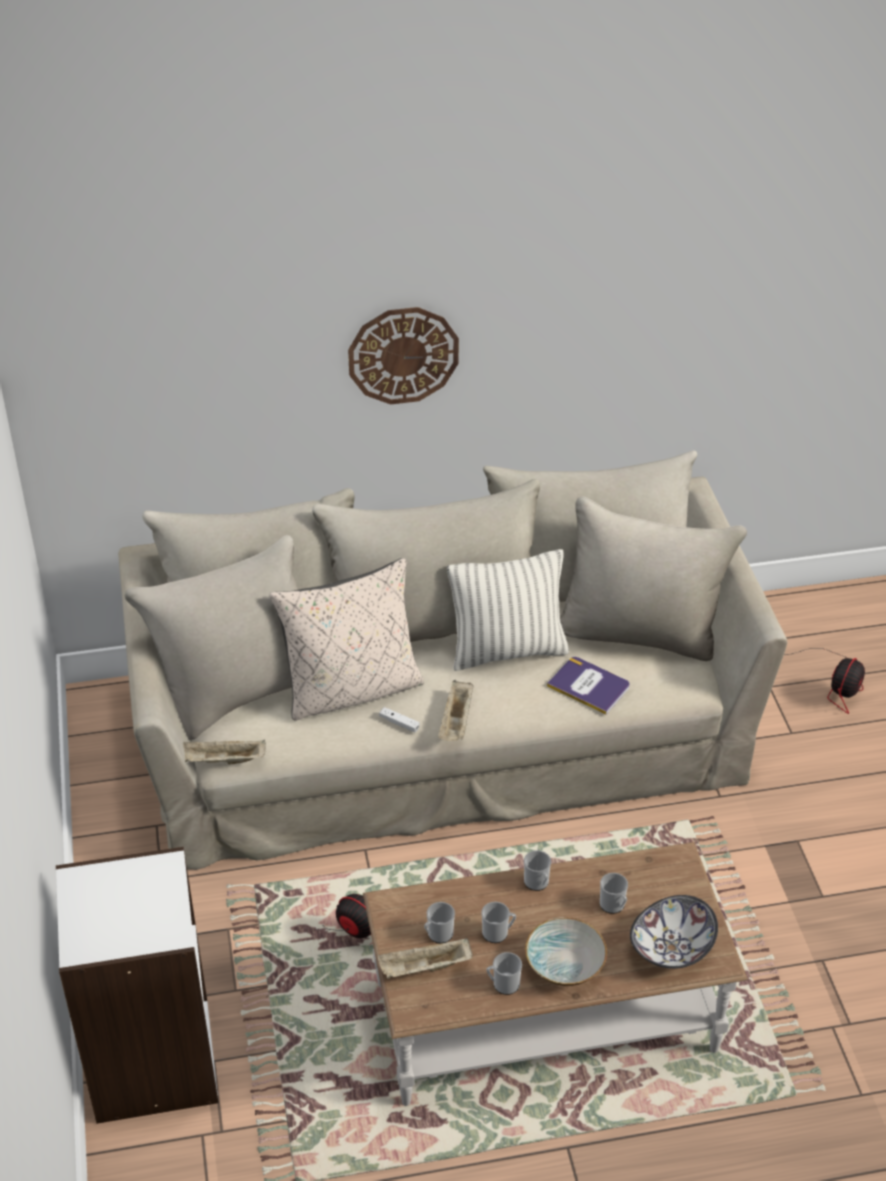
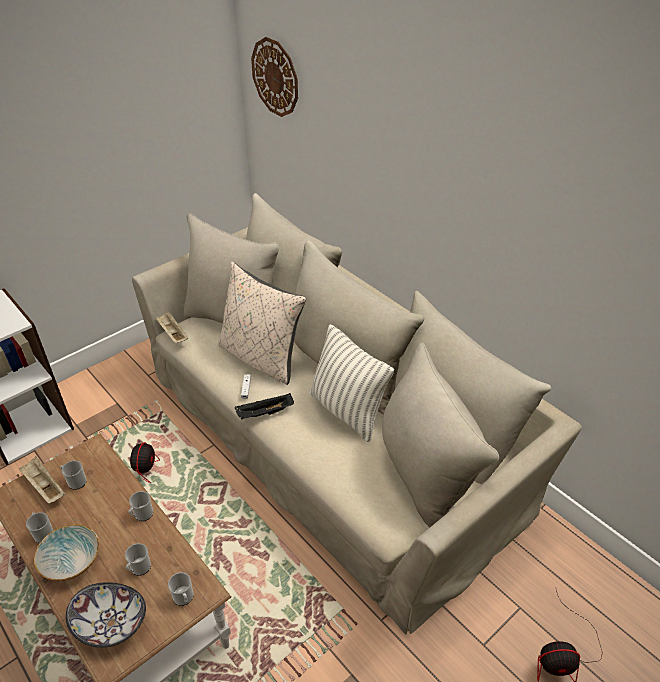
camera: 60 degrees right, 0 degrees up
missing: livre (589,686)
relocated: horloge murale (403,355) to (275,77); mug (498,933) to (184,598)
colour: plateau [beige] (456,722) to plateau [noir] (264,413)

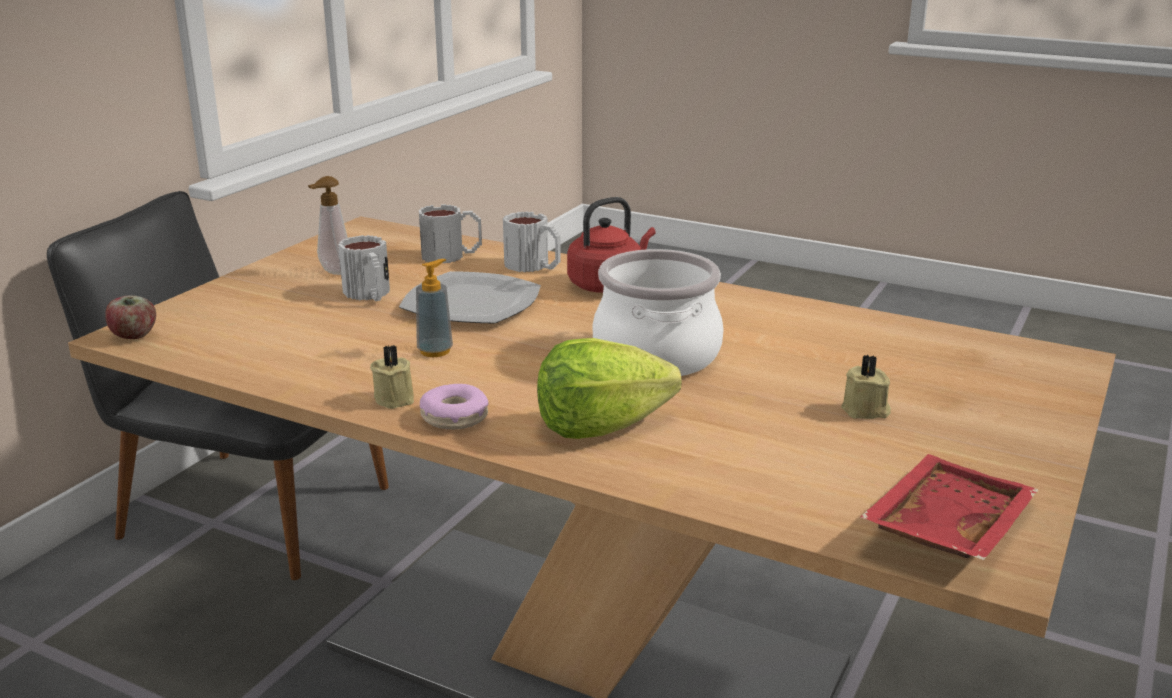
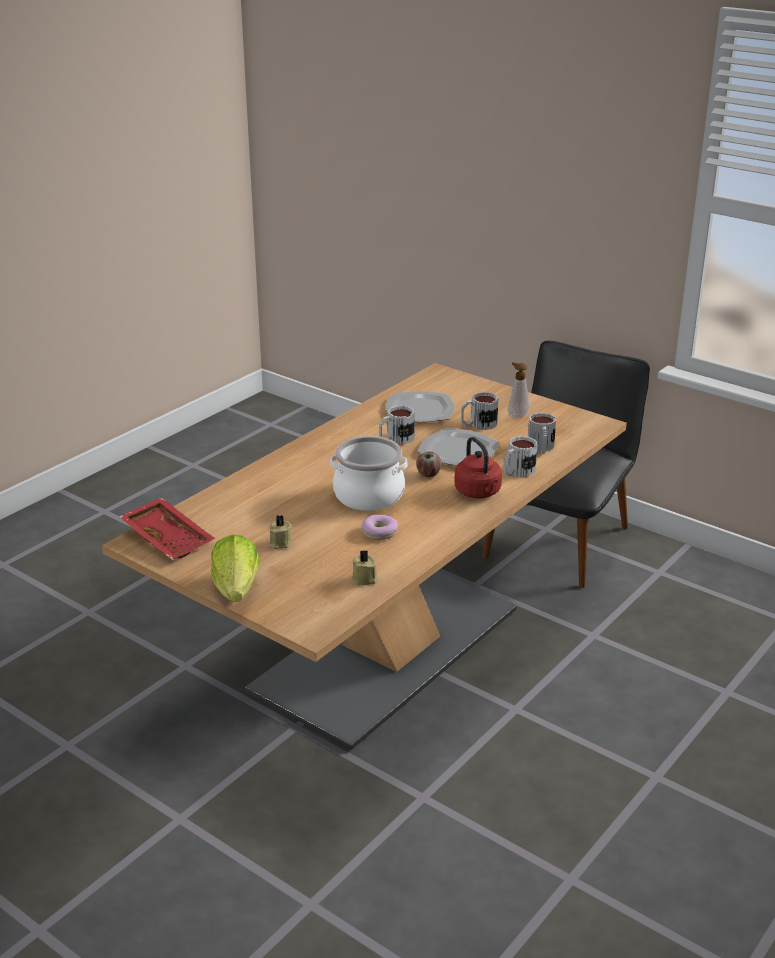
camera: 100 degrees right, 5 degrees up
appeared: assiette (420,410)
relocated: pomme (134,336) to (428,474); laitue (600,426) to (236,590); bougie [beige] (395,398) to (365,579); beignet (454,417) to (379,532)
exchanged: distributeur de savon (435,351) to mug (395,439)

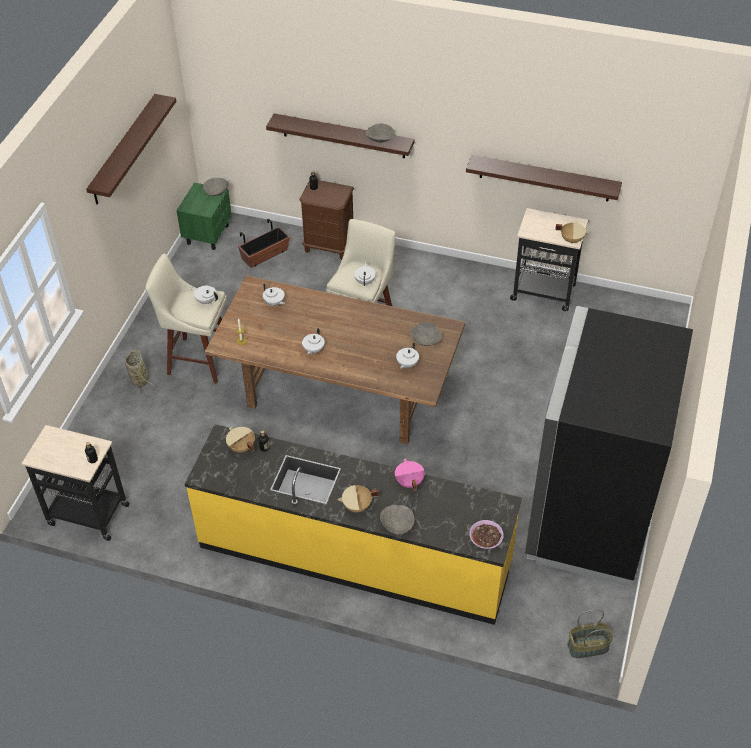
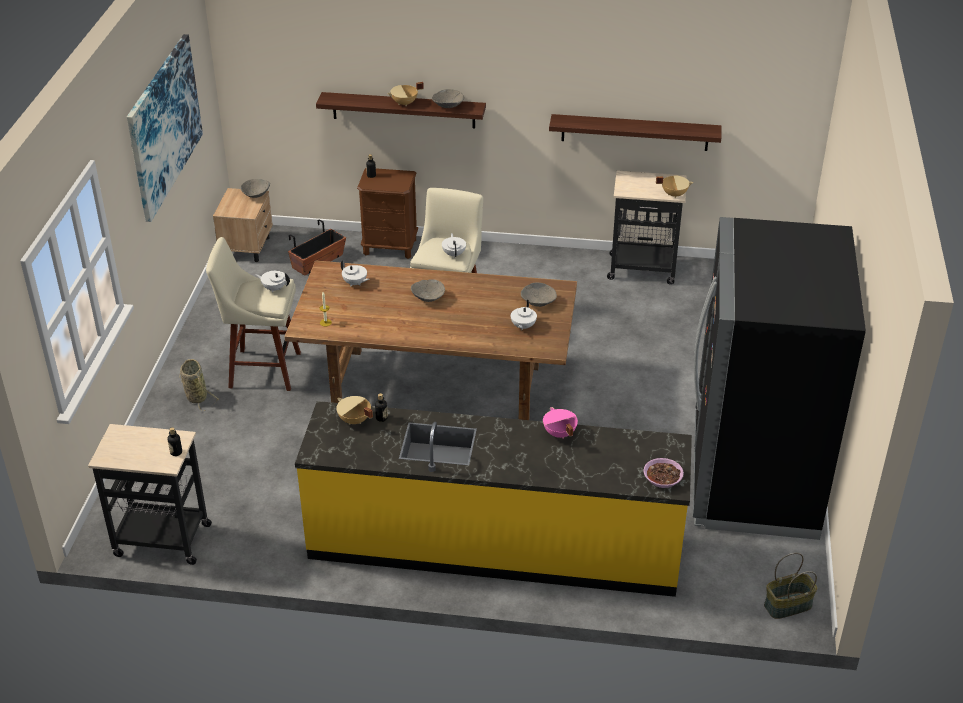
camera: 10 degrees left, 10 degrees down
missing: théière [blanc] (313,350)
relocated: marmite [beige] (357,506) to (405,103); bol [gris] (396,525) to (427,298)
exchanged: étagère (124,150) to tableau (164,125)
colour: table de chevet [vert] (208,234) to table de chevet [beige] (247,247)

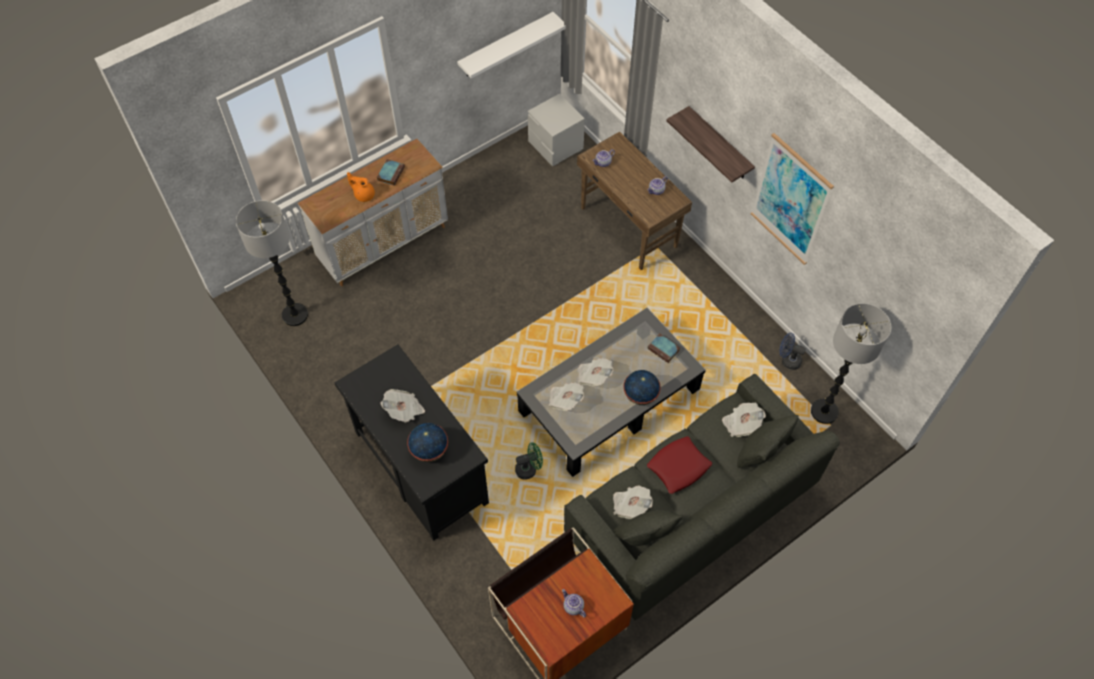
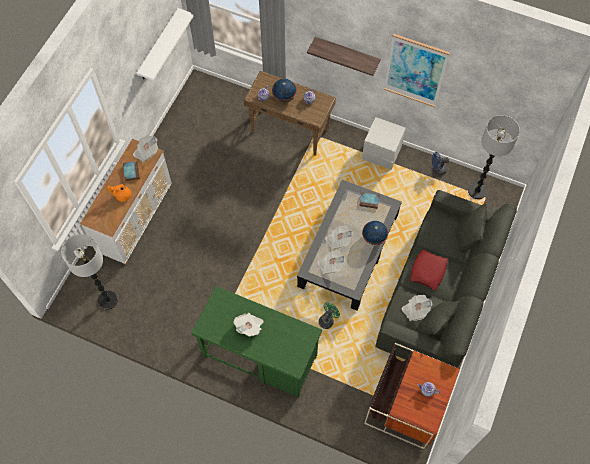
camera: 30 degrees left, 5 degrees up
relocated: table de chevet [blanc] (556,145) to (381,152); journal (741,424) to (146,152); globe (429,450) to (284,97)
colour: bureau [noir] (420,467) to bureau [vert] (259,356)

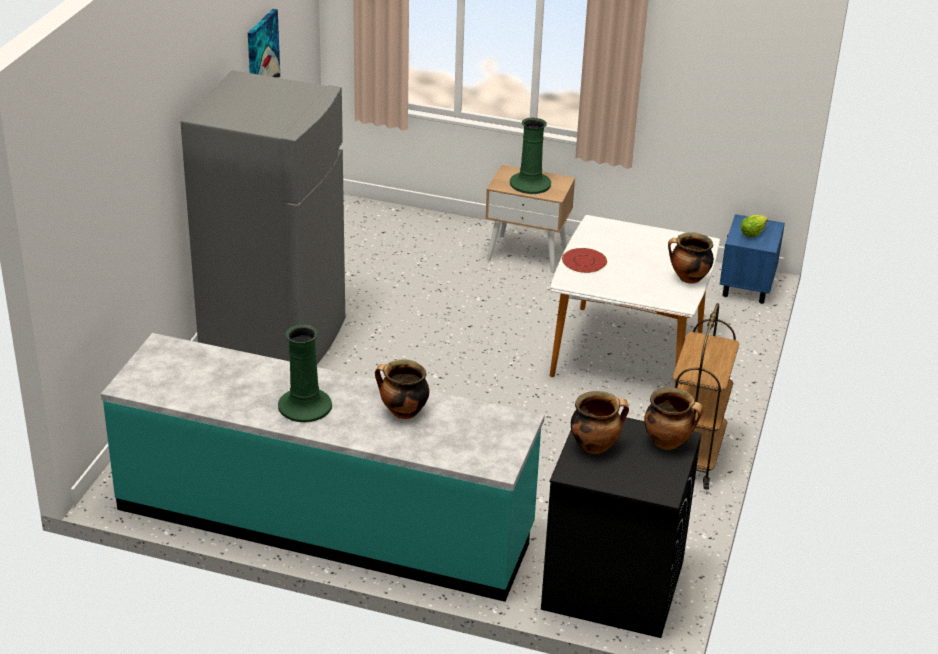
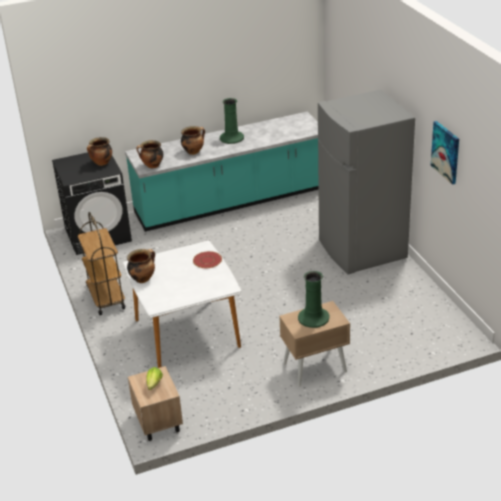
camera: 145 degrees right, 0 degrees up
relocated: marmite (668,442) to (152,166)
colour: table de chevet [bleu] (746,287) to table de chevet [beige] (158,422)

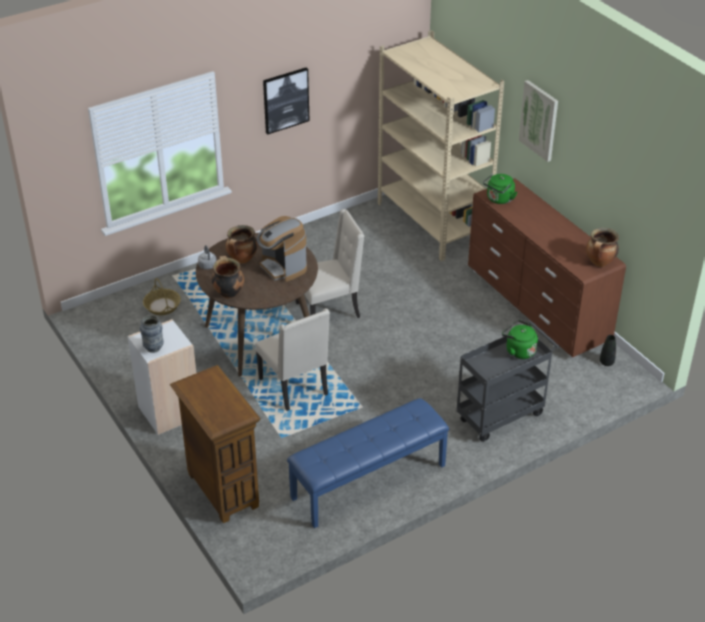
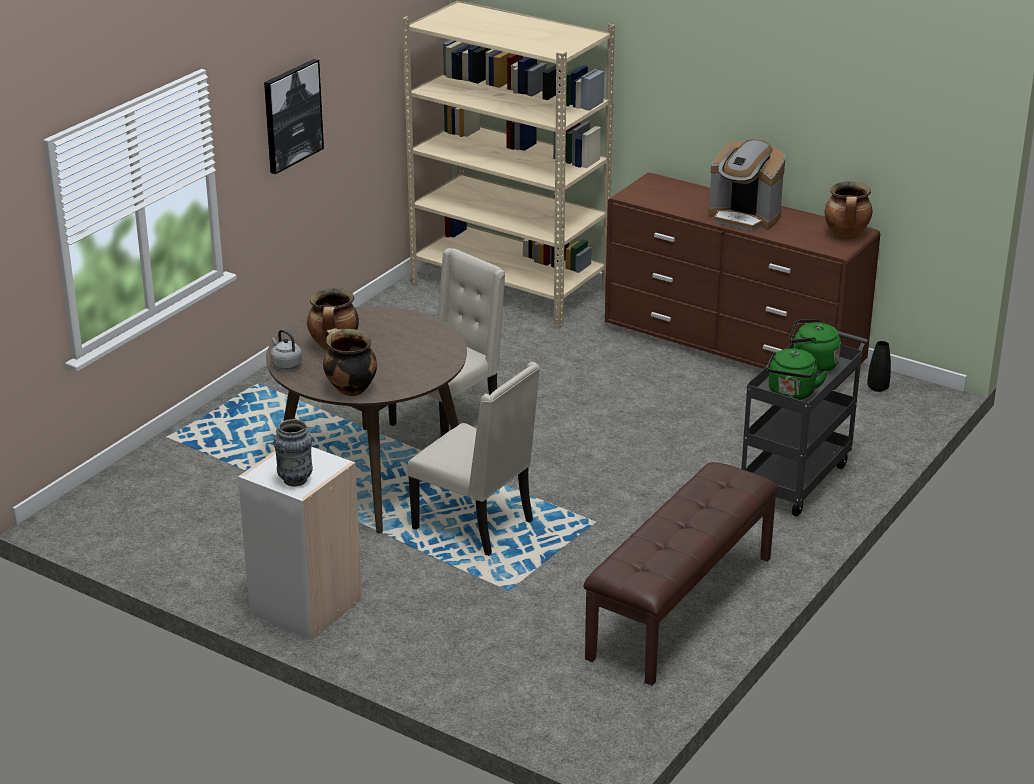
camera: 25 degrees left, 10 degrees down
missing: tableau (539,120); panier (162,306); meuble de rangement [marron] (221,490)
relocated: bouilloire [vert] (499,199) to (791,394); machine à café (283,267) to (744,217)
colour: banc [bleu] (369,482) to banc [marron] (682,607)

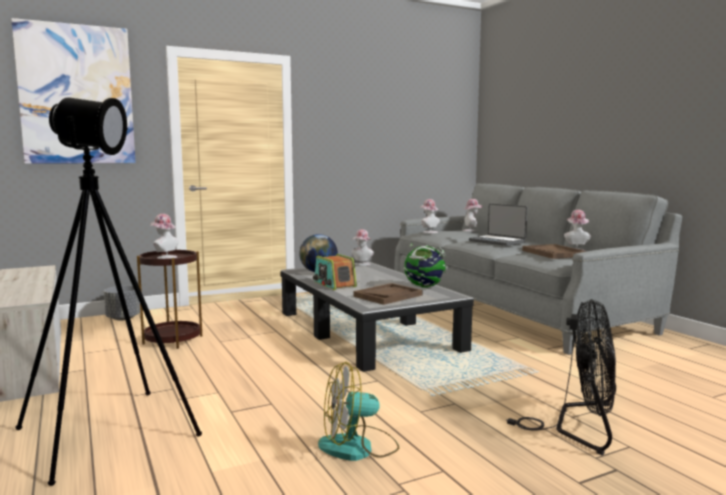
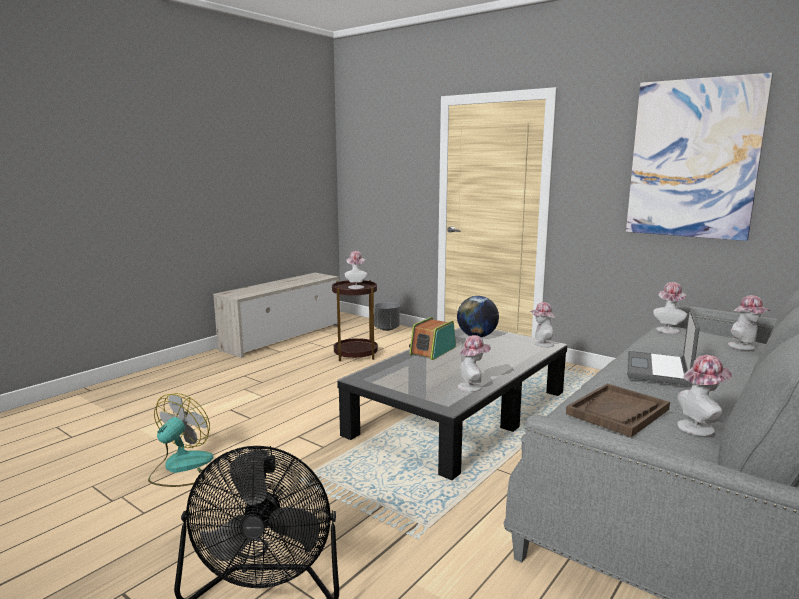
camera: 65 degrees right, 5 degrees up
missing: lampadaire [noir] (108,433); plateau [marron] (388,295)
relocated: tableau (76,95) to (693,159)
exchanged: globe (424,287) to chapeau (472,386)
spun: ventilateur (358,447) = (180,468) 60 degrees clockwise

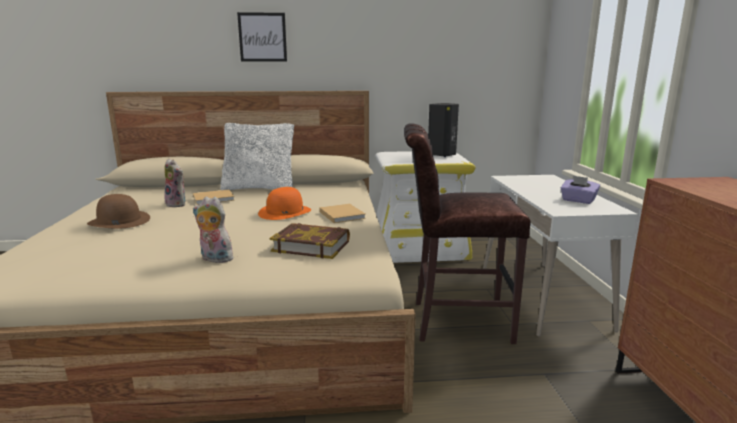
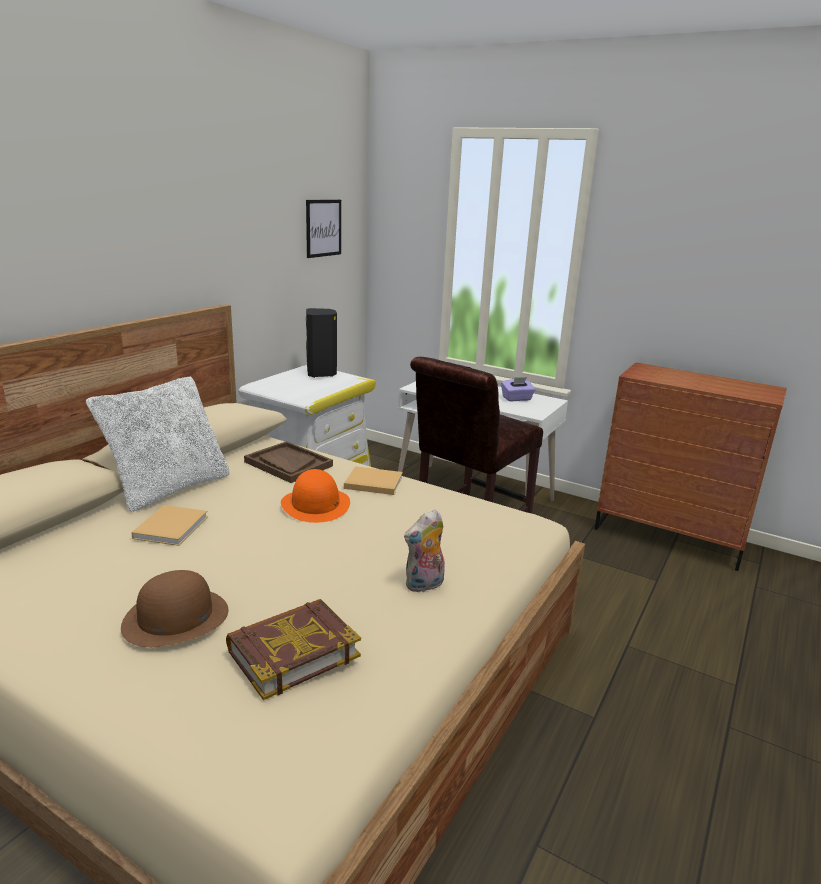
camera: 55 degrees left, 5 degrees up
missing: peluche (178,204)
appeared: plateau [marron] (288,464)
relocated: tableau (262,37) to (323,228); livre (311,246) to (293,653)

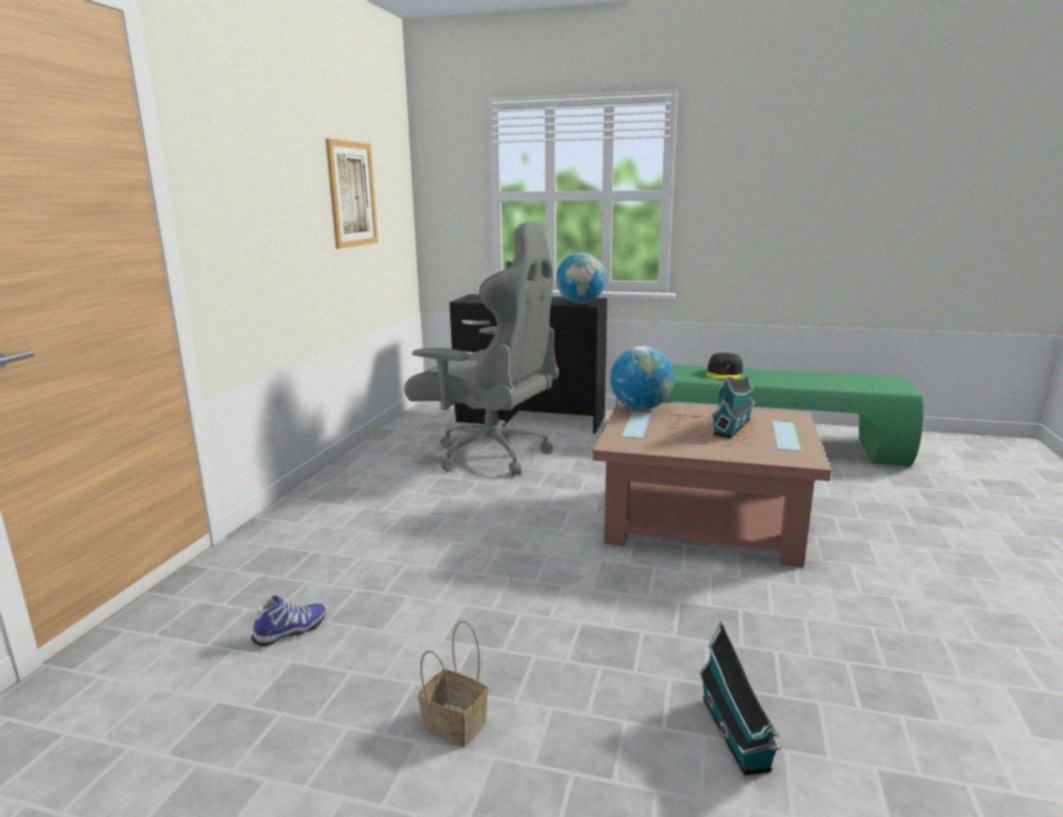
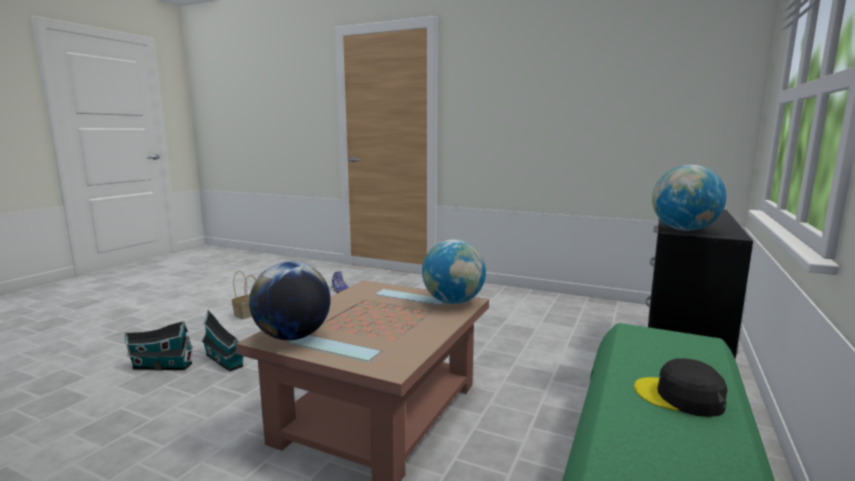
camera: 100 degrees right, 5 degrees down
missing: tableau (352,194); chaise de bureau [gris] (485,454)
appeared: globe (293,336)
relocated: maison miniature (733,426) to (225,361)

